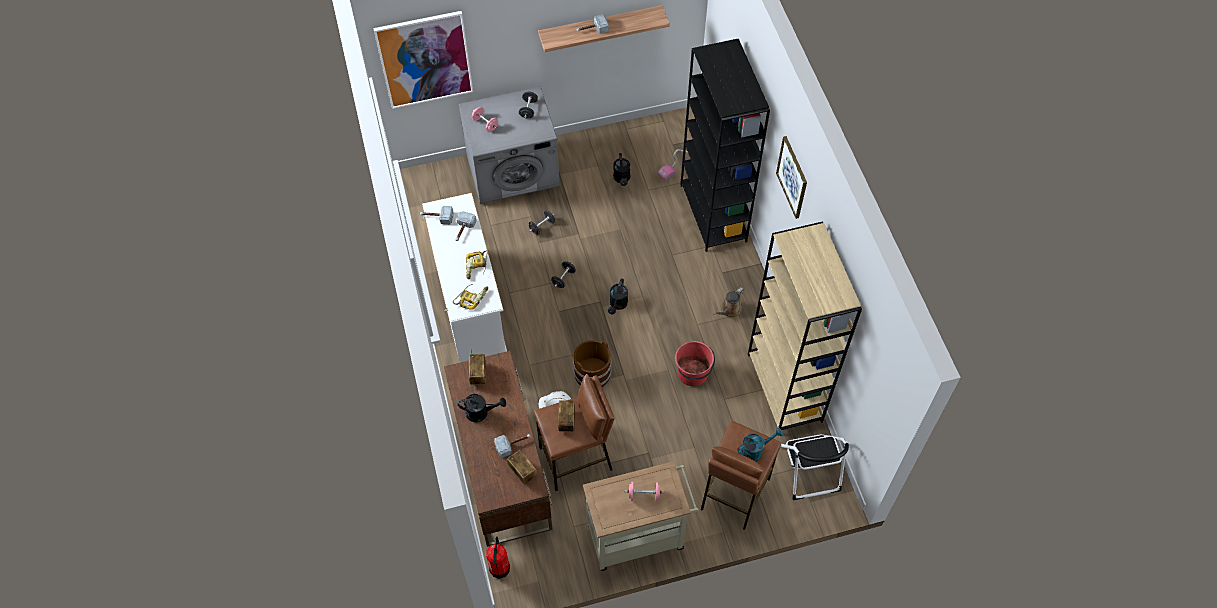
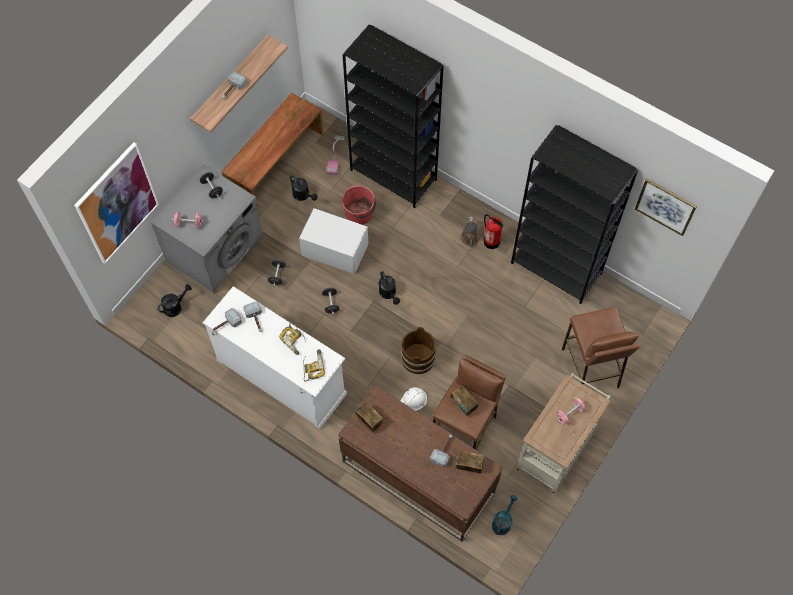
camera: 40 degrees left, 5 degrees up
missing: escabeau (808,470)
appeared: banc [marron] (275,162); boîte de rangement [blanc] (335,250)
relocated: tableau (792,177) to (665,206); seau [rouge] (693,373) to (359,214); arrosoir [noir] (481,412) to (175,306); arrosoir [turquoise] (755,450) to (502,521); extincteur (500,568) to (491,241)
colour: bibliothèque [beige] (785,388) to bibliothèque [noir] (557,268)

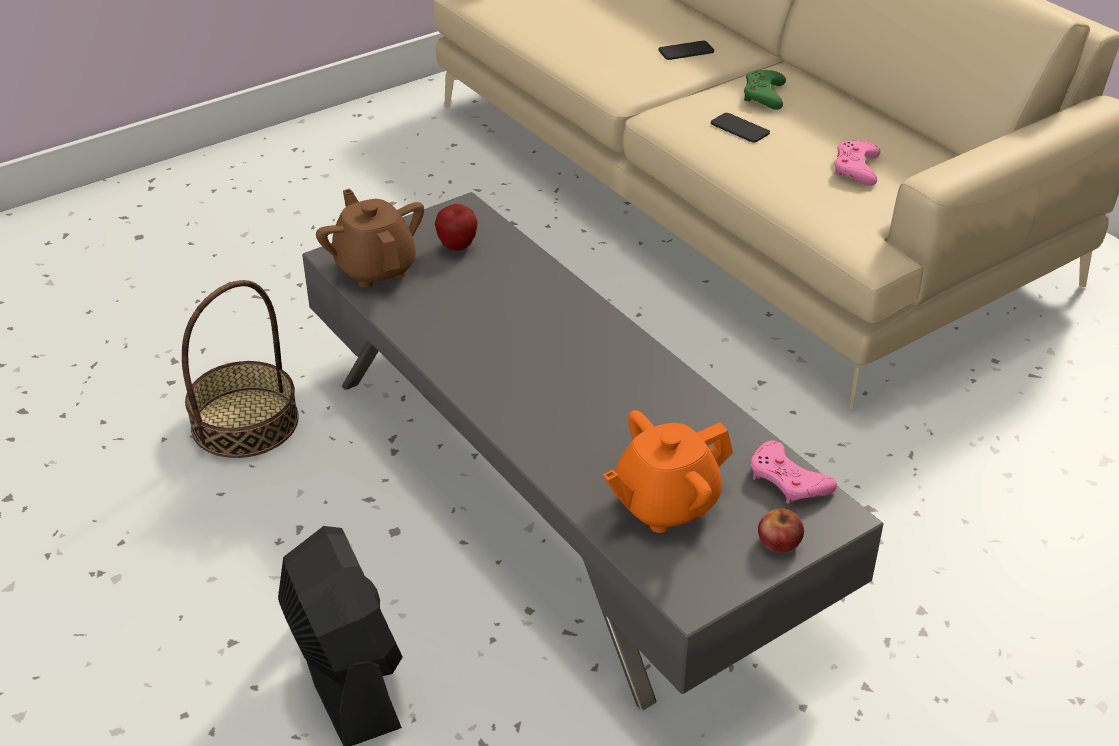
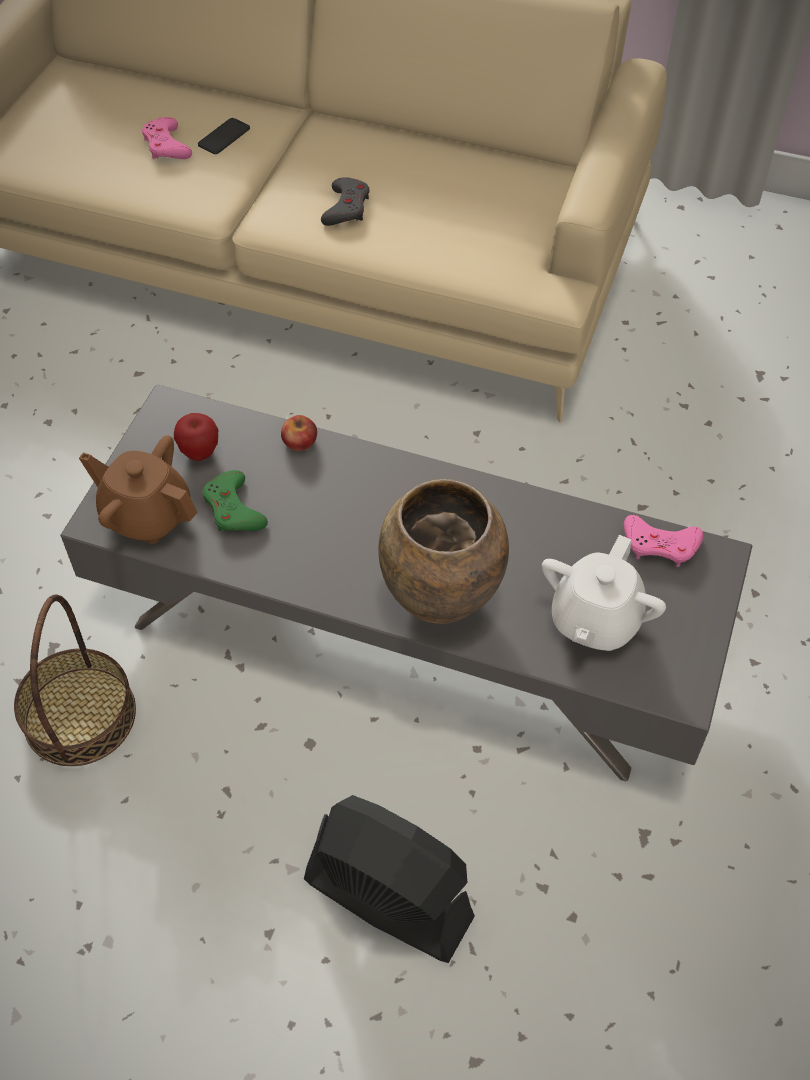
camera: 35 degrees left, 15 degrees up
appeared: vase [marron] (440,598)
relocated: manette [vert] (764,95) to (234,509); manette [rose] (856,168) to (166,145); pomme (779,542) to (300,441)
exchanged: téléphone (740,128) to manette [gris] (346,207)
colour: théière [orange] (664,504) to théière [blanc] (594,620)

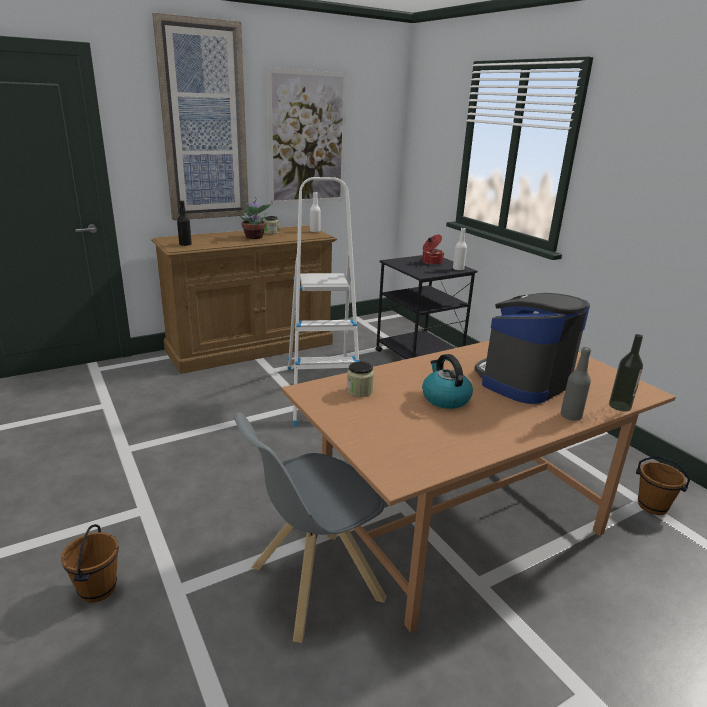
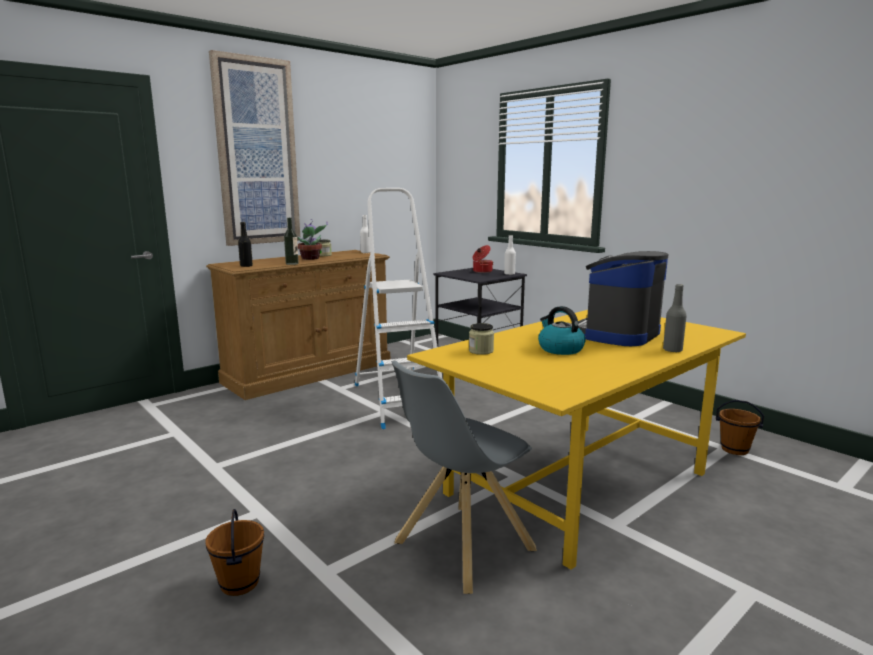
camera: 10 degrees left, 10 degrees down
missing: tableau (307,139)
relocated: bouteille (620,406) to (292,263)
colour: table à manger [marron] (461,526) to table à manger [jaune] (578,484)

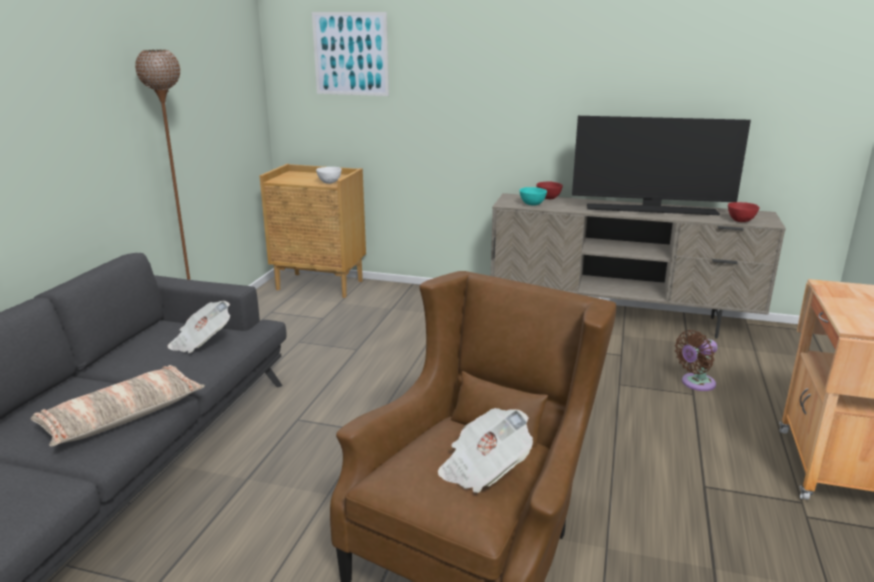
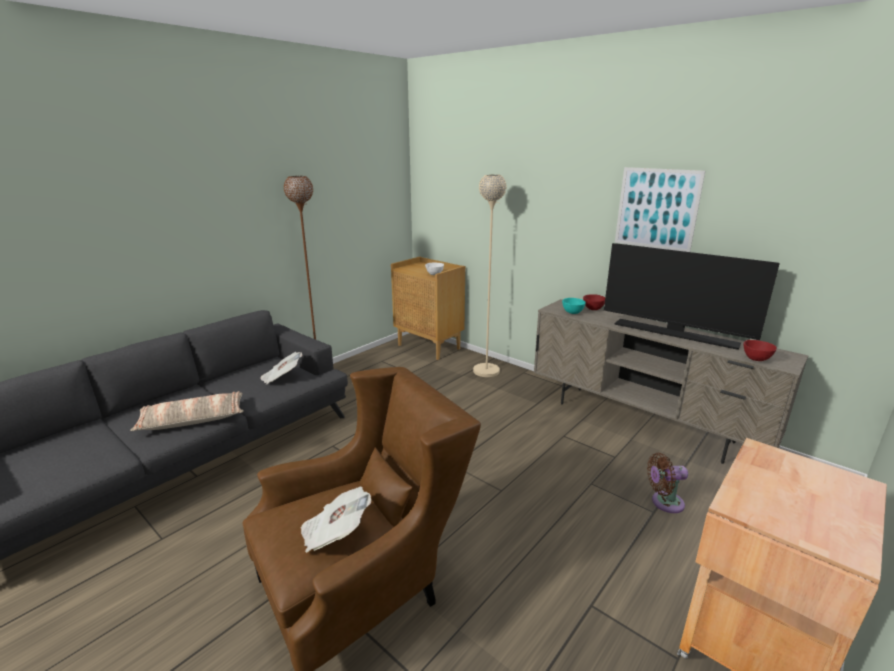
camera: 25 degrees right, 0 degrees up
appeared: lampadaire [beige] (486,371)
relocated: tableau (350,54) to (656,209)

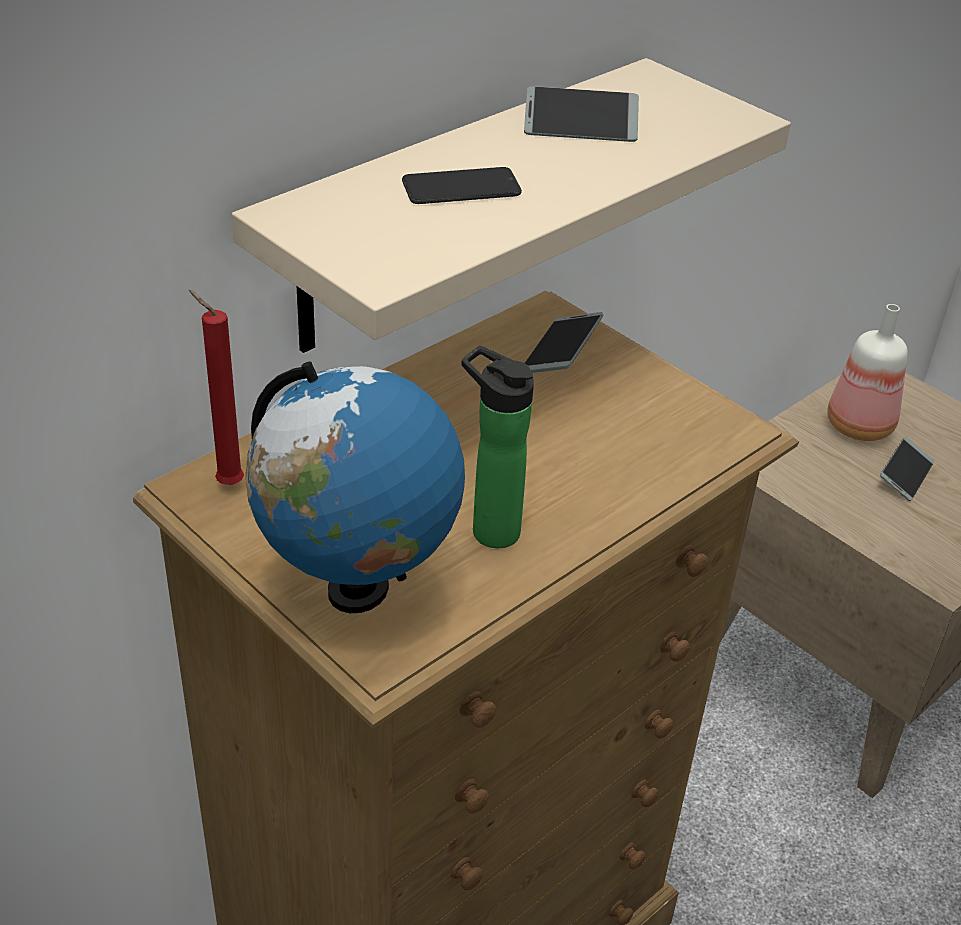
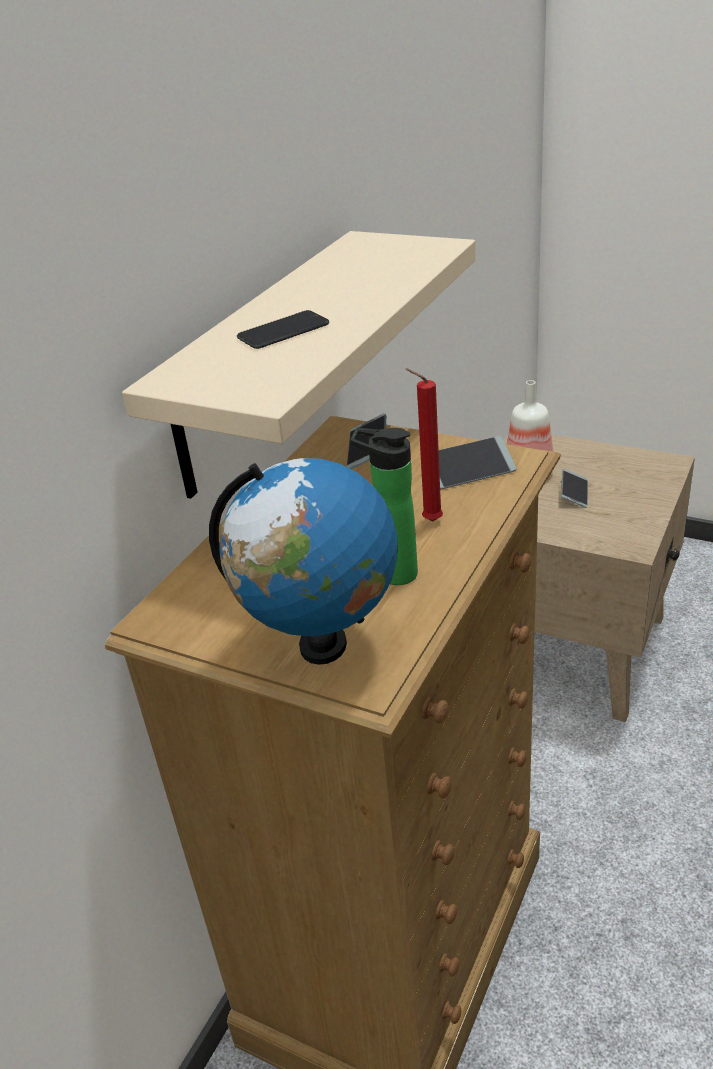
camera: 15 degrees left, 5 degrees down
relocated: téléphone (580,126) to (470,471); bougie [rouge] (226,483) to (429,521)

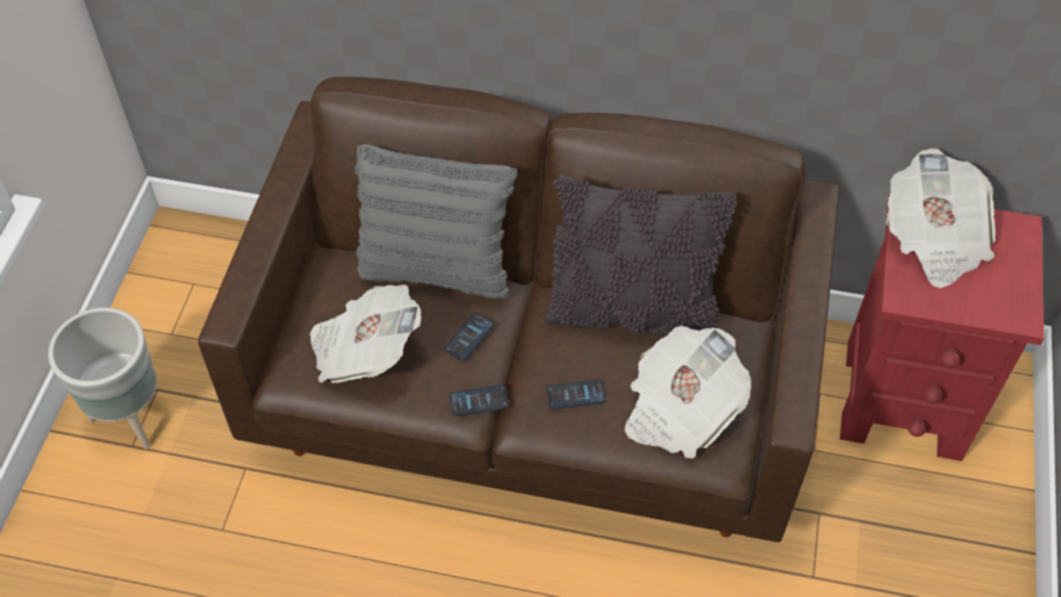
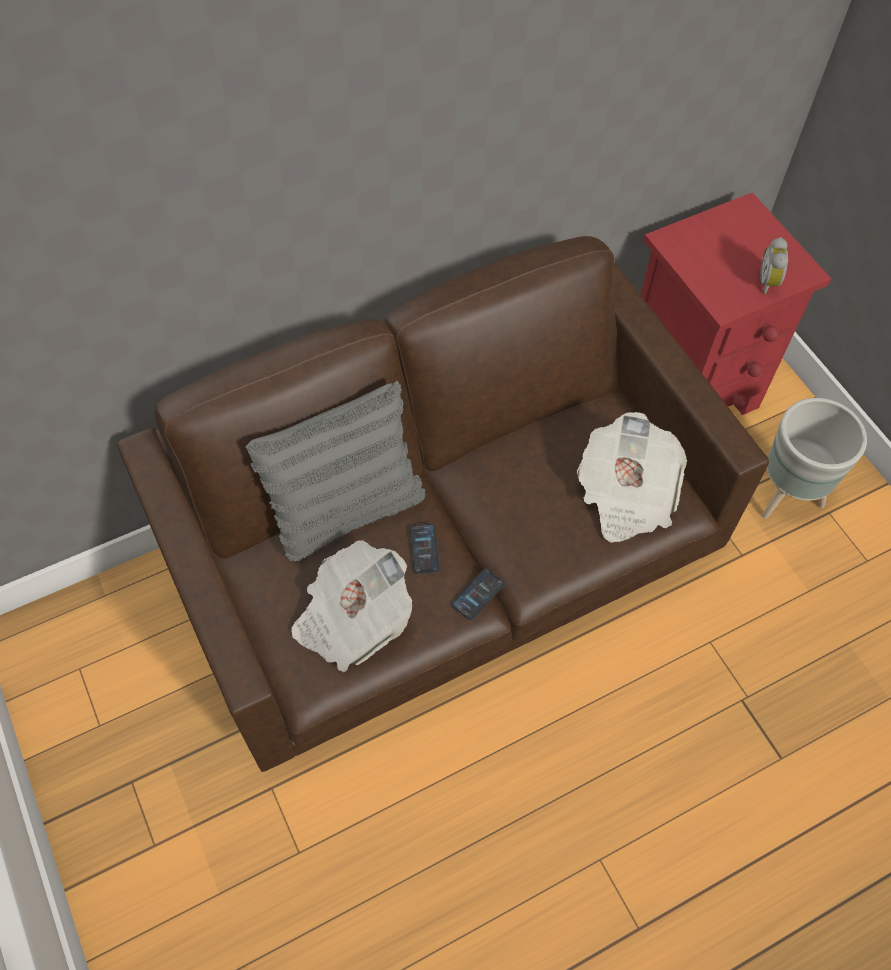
camera: 40 degrees left, 5 degrees up
missing: journal (934,239); coussin [noir] (631,311); téléphone (576,395)
appeared: réveil (769,282)
relocated: cache-pot [gris] (132,417) to (787,495)

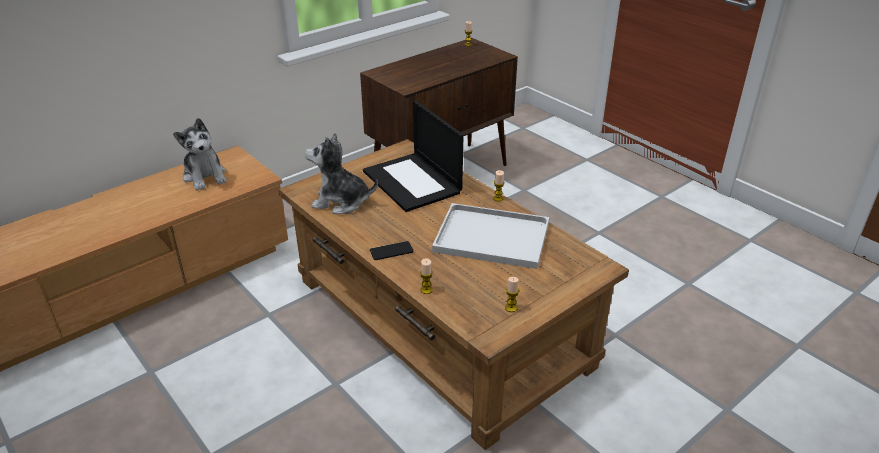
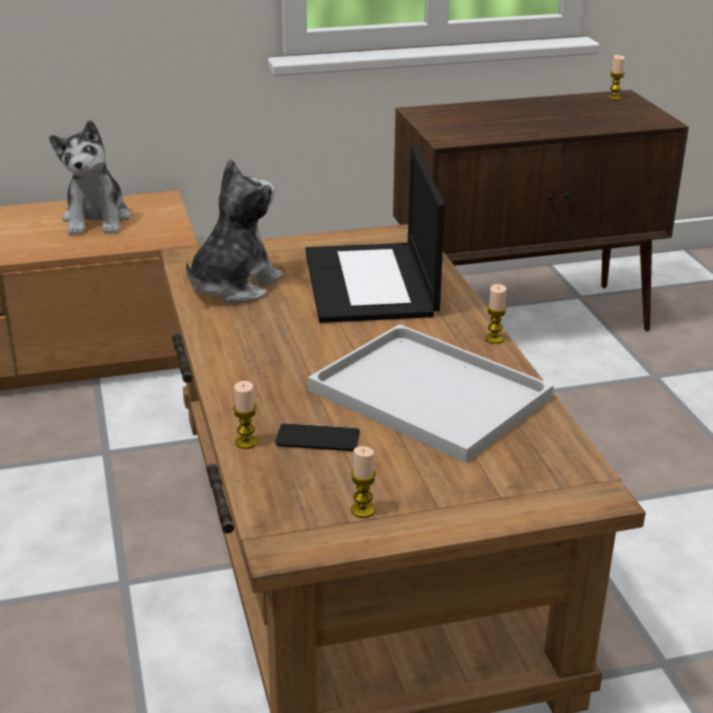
camera: 25 degrees right, 5 degrees down
relocated: téléphone (391,251) to (317,439)
spun: peluche (341,202) = (233,286) 90 degrees clockwise

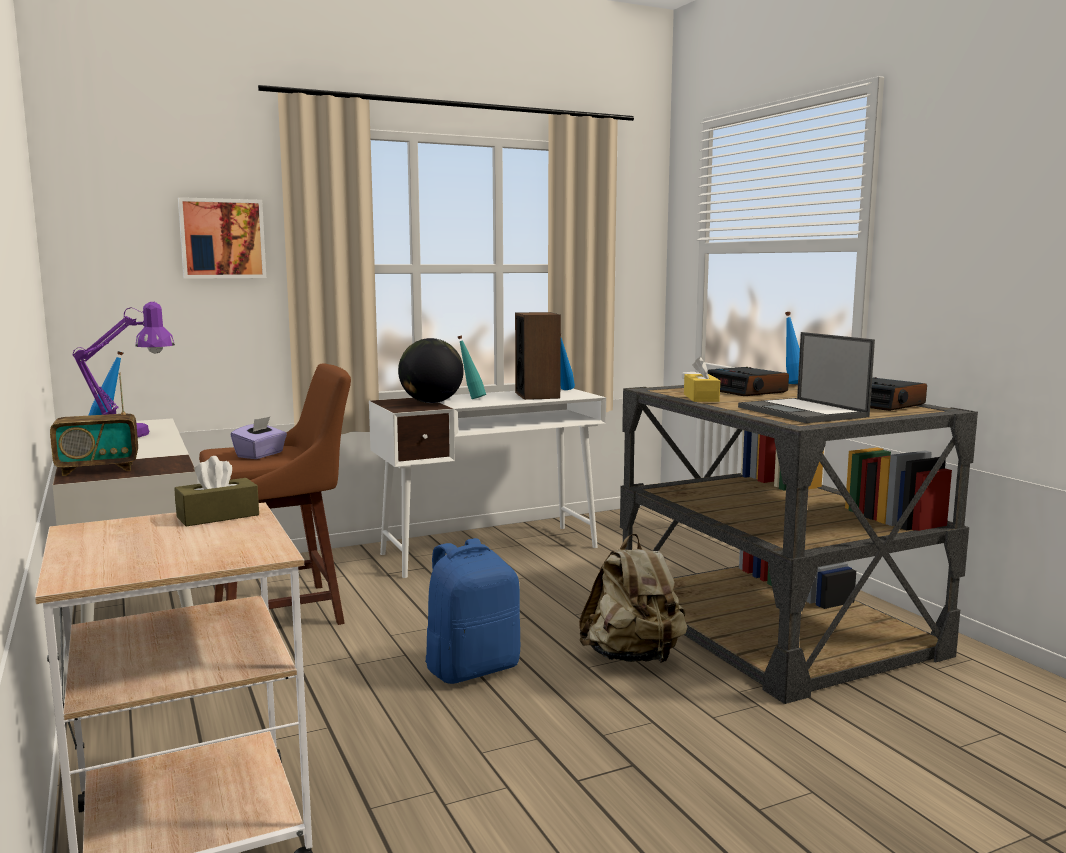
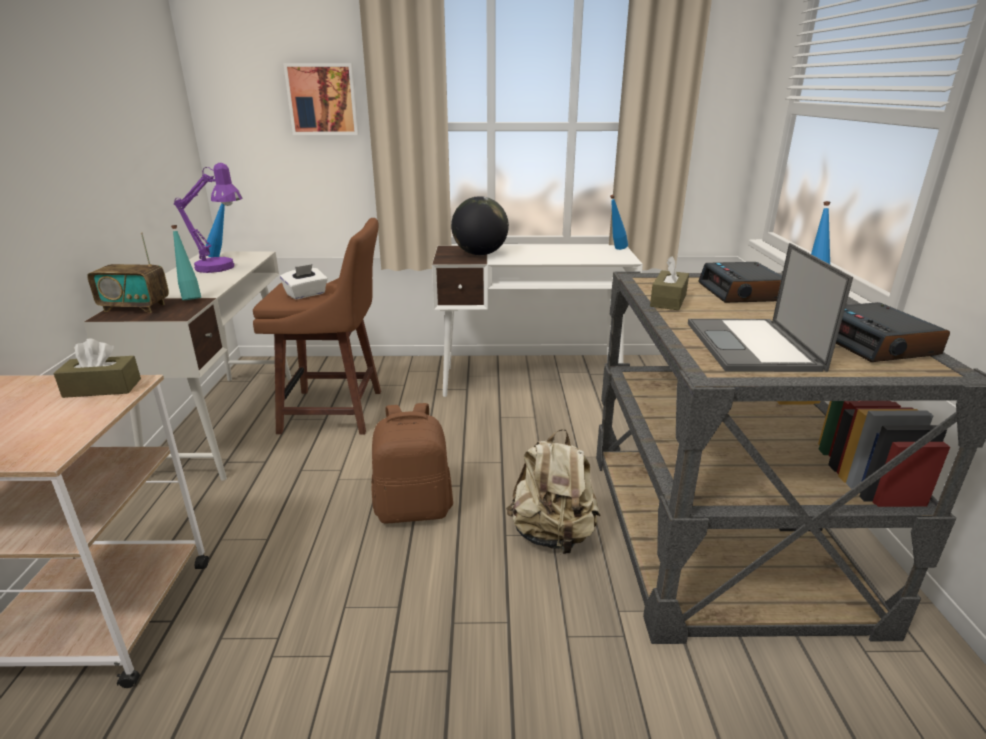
camera: 25 degrees right, 15 degrees up
missing: enceinte (537,395)
relocated: bouteille [turquoise] (471,398) to (191,298)
colour: boîte à mouchoirs [jaune] (701,398) to boîte à mouchoirs [marron] (668,300); boîte à mouchoirs [violet] (260,455) to boîte à mouchoirs [blanc] (306,294); sac à dos [bleu] (472,668) to sac à dos [marron] (414,508)

